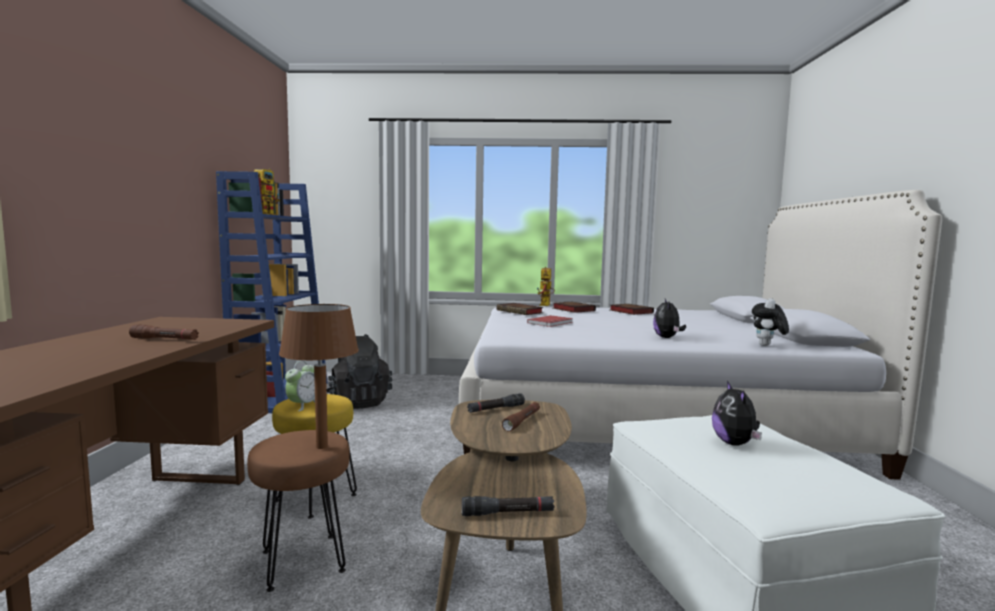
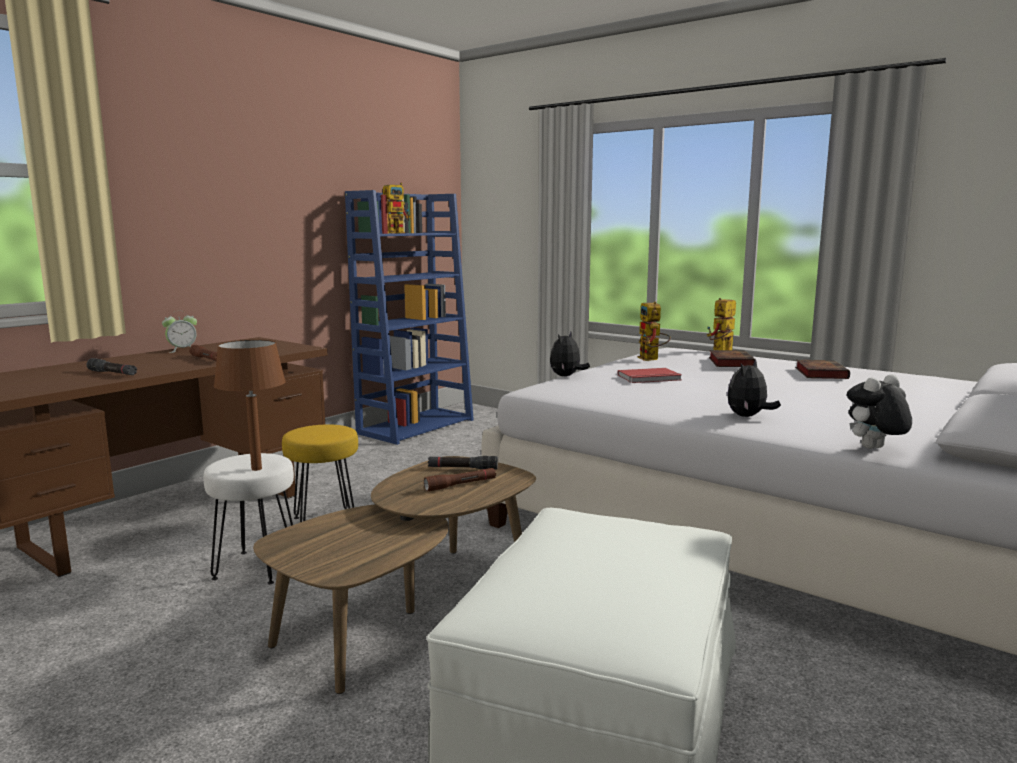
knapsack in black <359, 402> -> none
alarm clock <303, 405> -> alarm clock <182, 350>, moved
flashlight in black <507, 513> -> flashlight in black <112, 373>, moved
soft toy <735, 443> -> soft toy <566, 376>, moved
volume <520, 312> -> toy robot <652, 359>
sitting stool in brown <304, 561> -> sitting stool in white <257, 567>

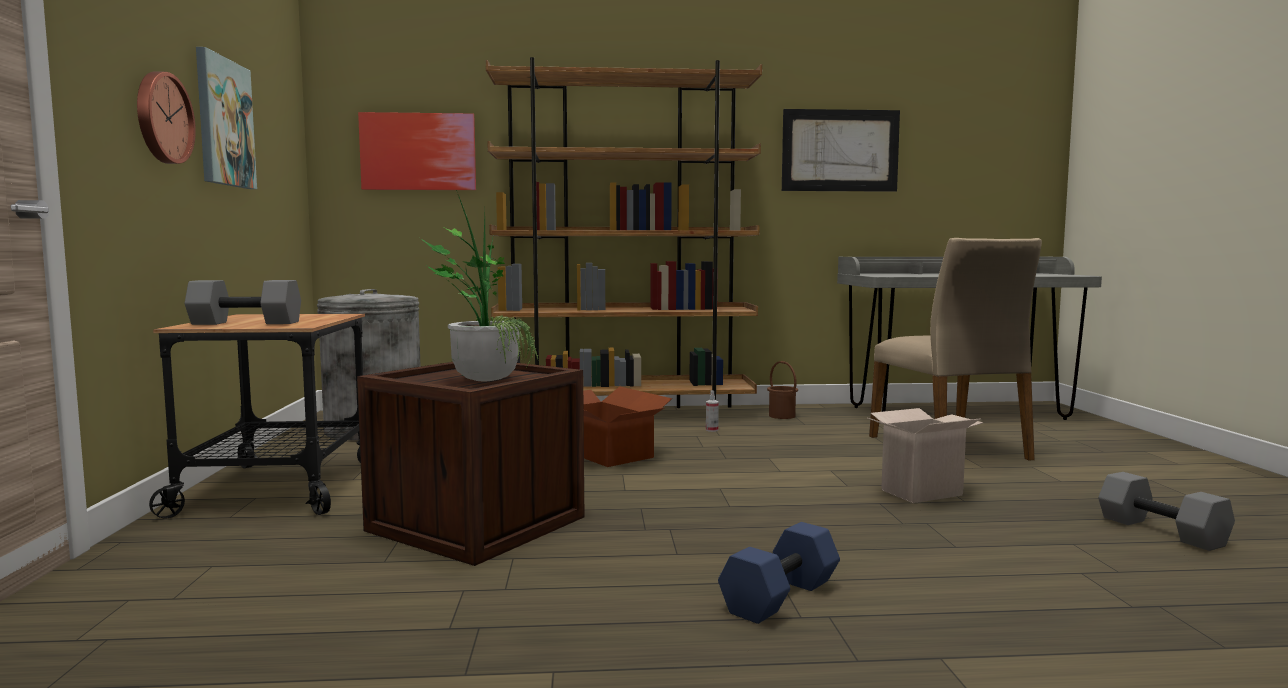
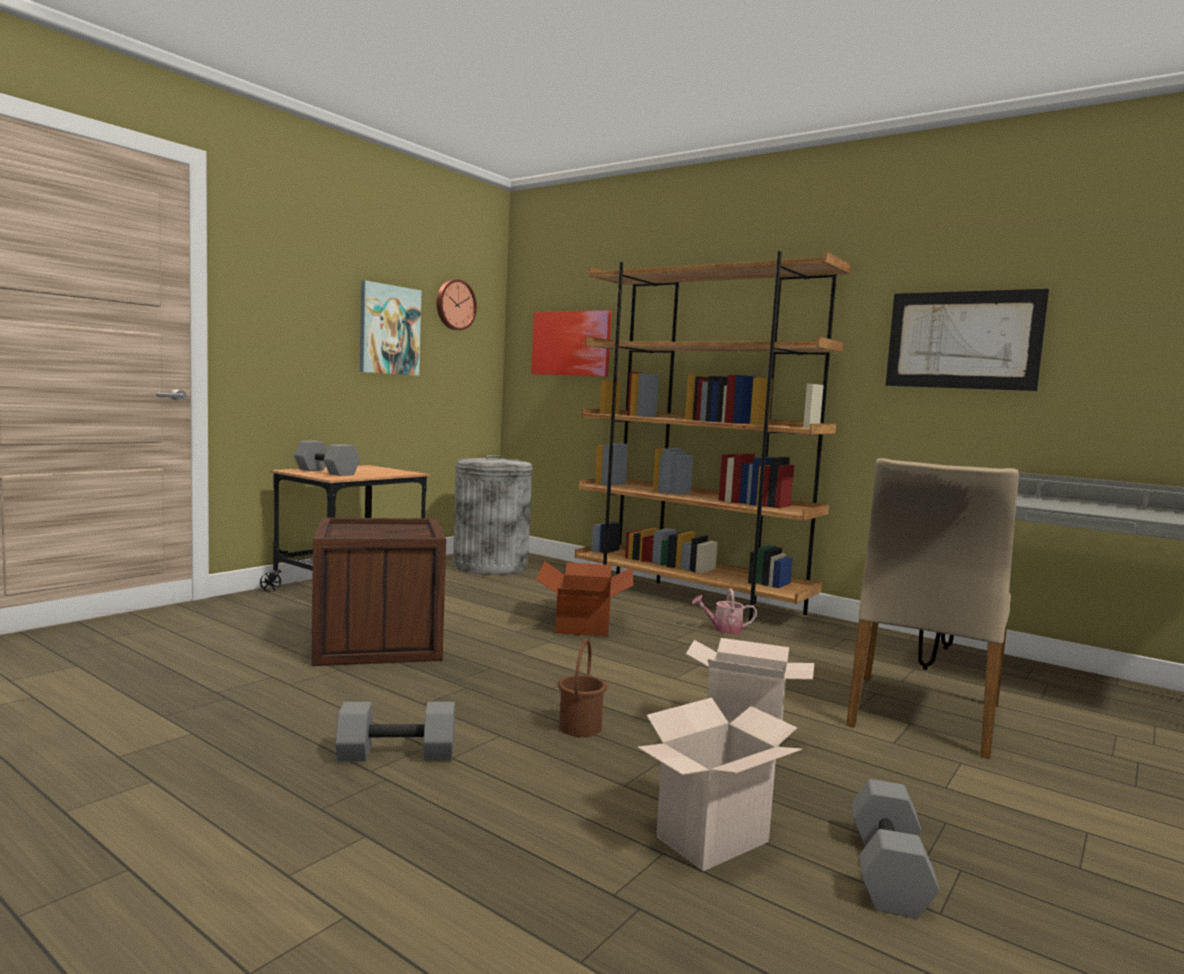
houseplant <483, 378> -> none
none -> packing box <712, 842>
hanging clock <162, 118> -> hanging clock <454, 305>, moved
water bucket in brown <782, 416> -> water bucket in brown <581, 727>, moved
hand sprayer <712, 430> -> watering can <723, 629>
dumbbell in blue <781, 598> -> dumbbell in greyish <395, 755>

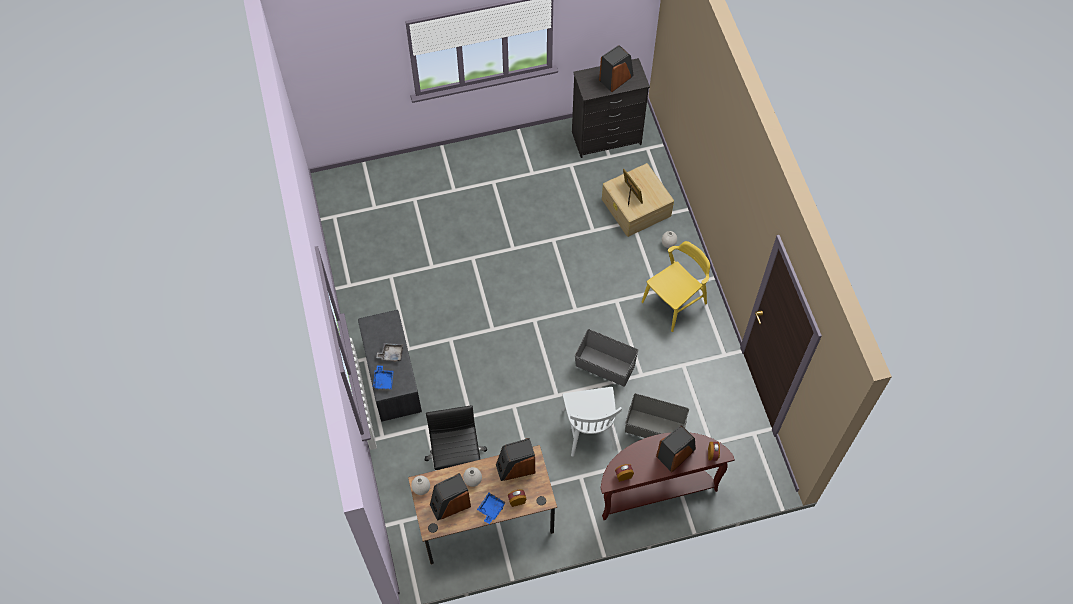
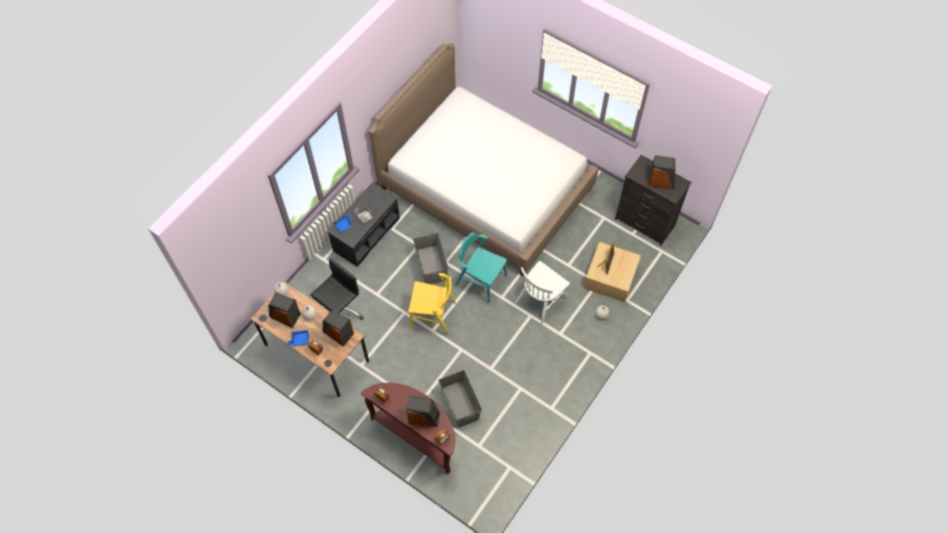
none -> bedroom bed <485, 188>
none -> plain chair in turquoise <481, 280>
plain chair in white <589, 429> -> plain chair in white <541, 299>, moved
storage box in greyish <605, 366> -> storage box in greyish <431, 265>, moved
plain chair in yellow-coloured <674, 303> -> plain chair in yellow-coloured <433, 315>, moved

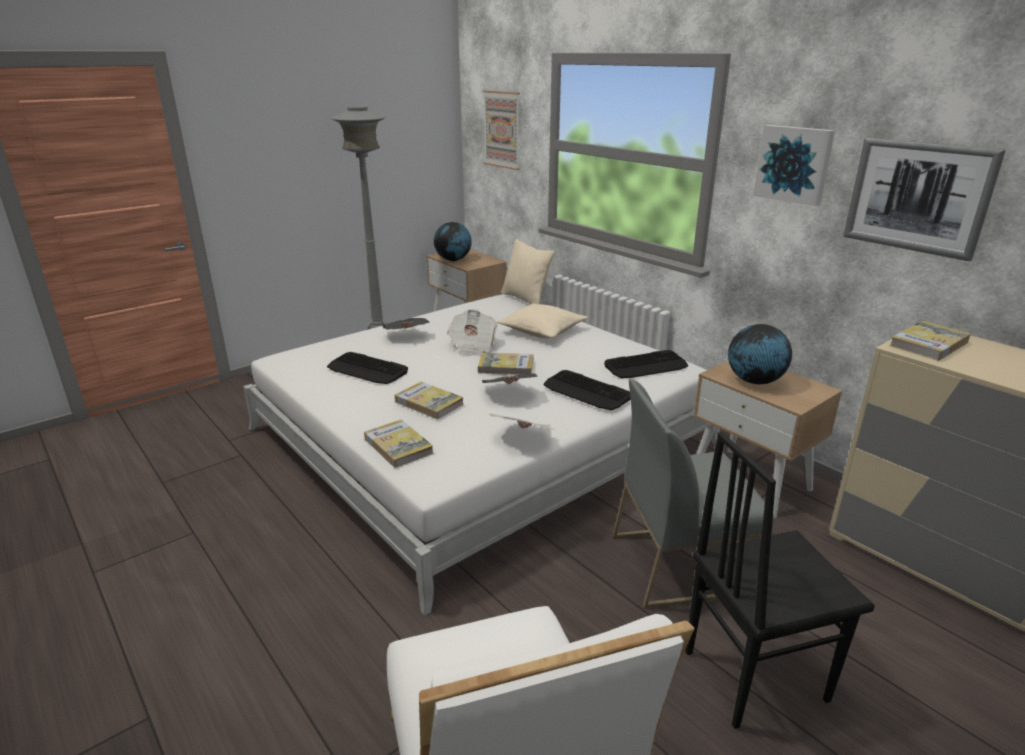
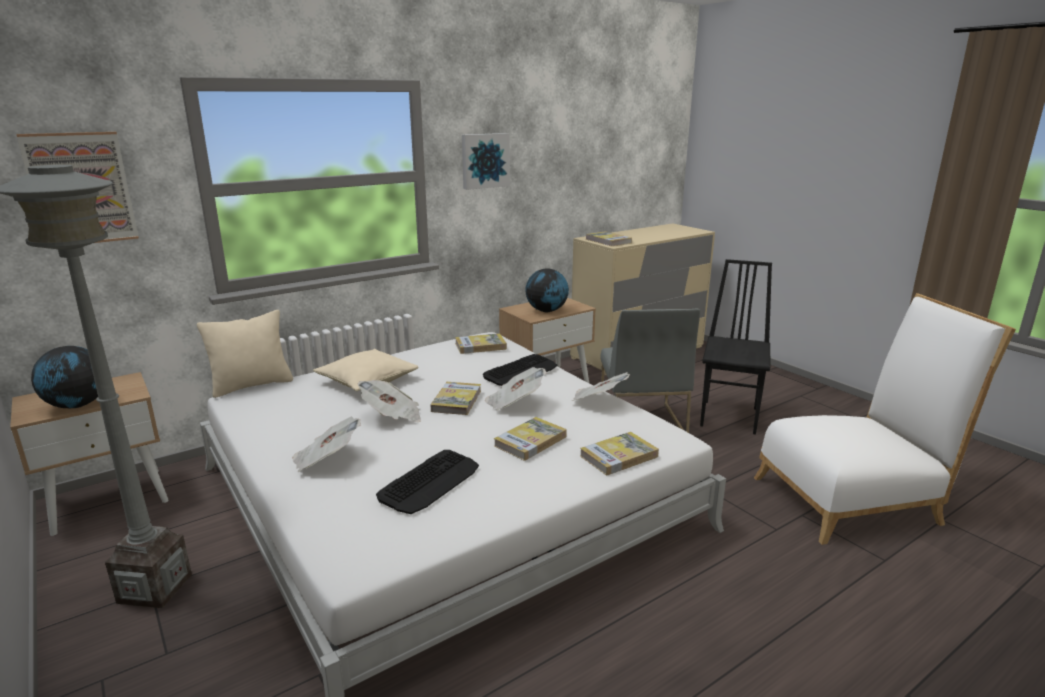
wall picture <917, 197> -> none
computer keyboard <646, 366> -> volume <480, 346>
plain chair in black <752, 674> -> plain chair in black <730, 417>, 150 degrees counterclockwise

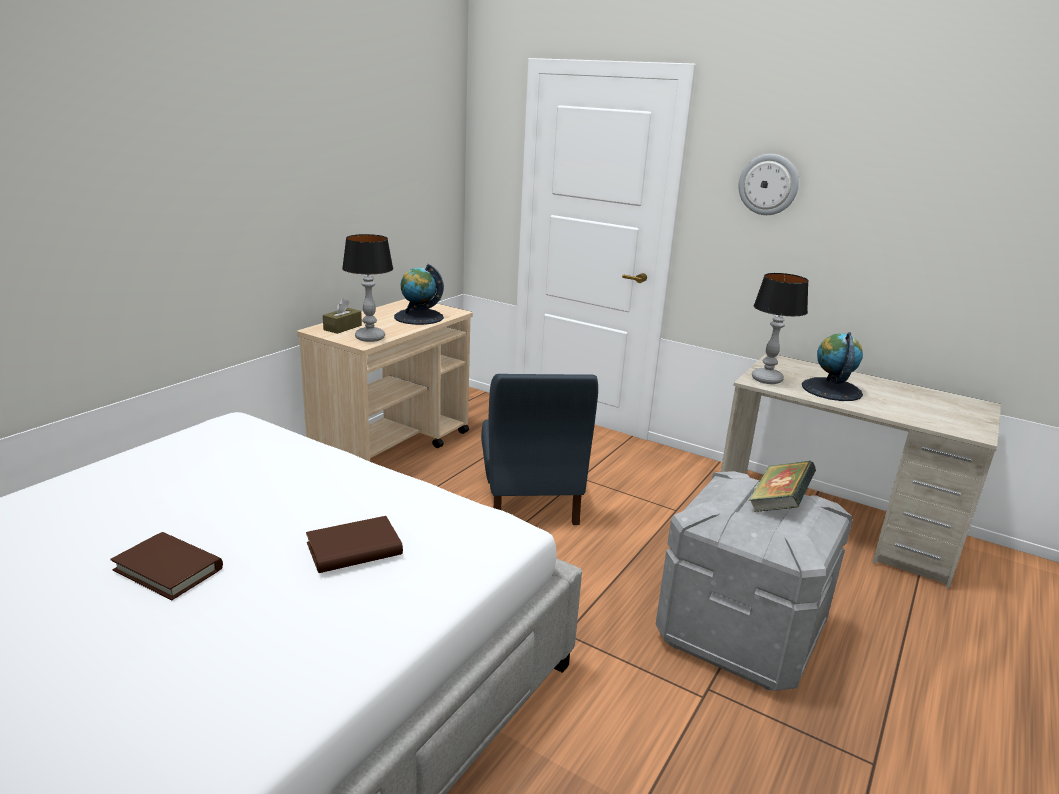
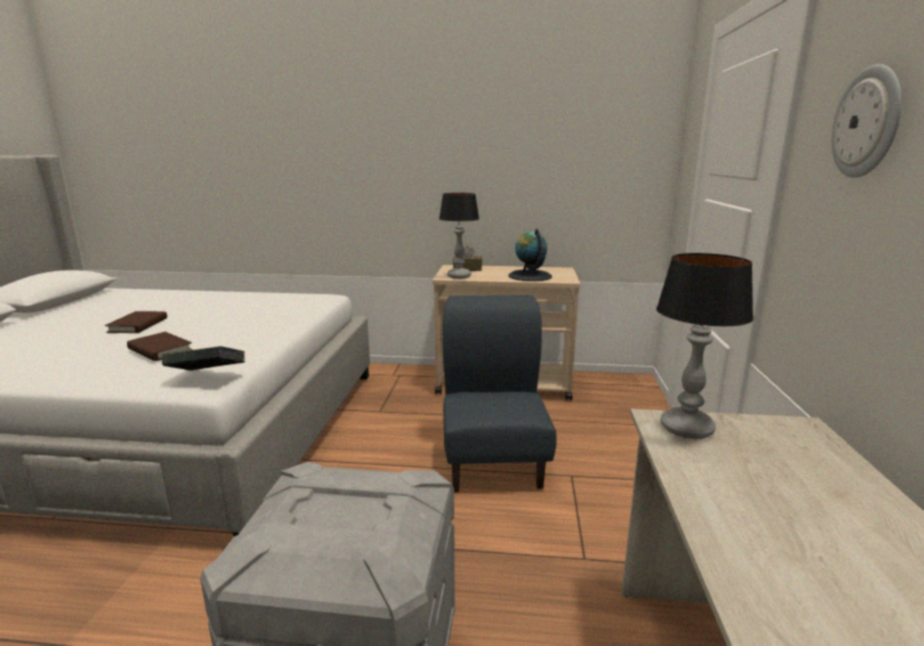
globe <831, 389> -> none
volume <778, 505> -> volume <207, 377>, moved
plain chair in blue <530, 501> -> plain chair in blue <494, 461>, 120 degrees clockwise

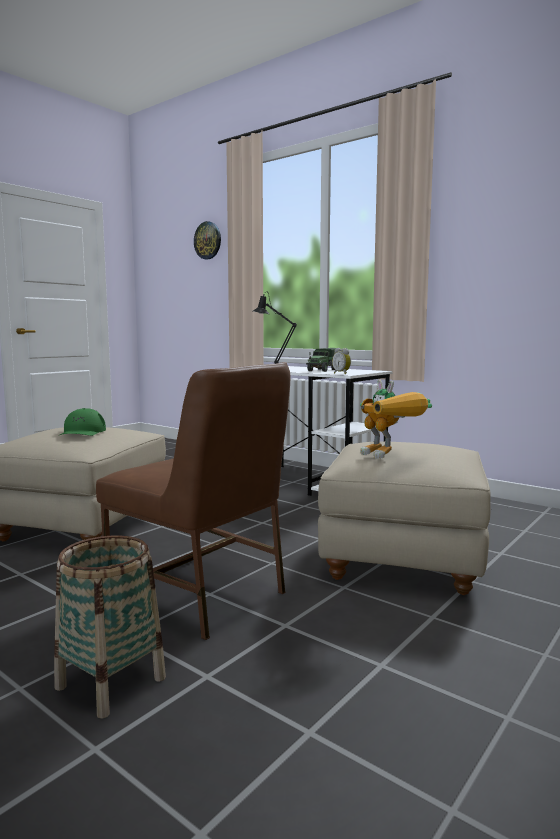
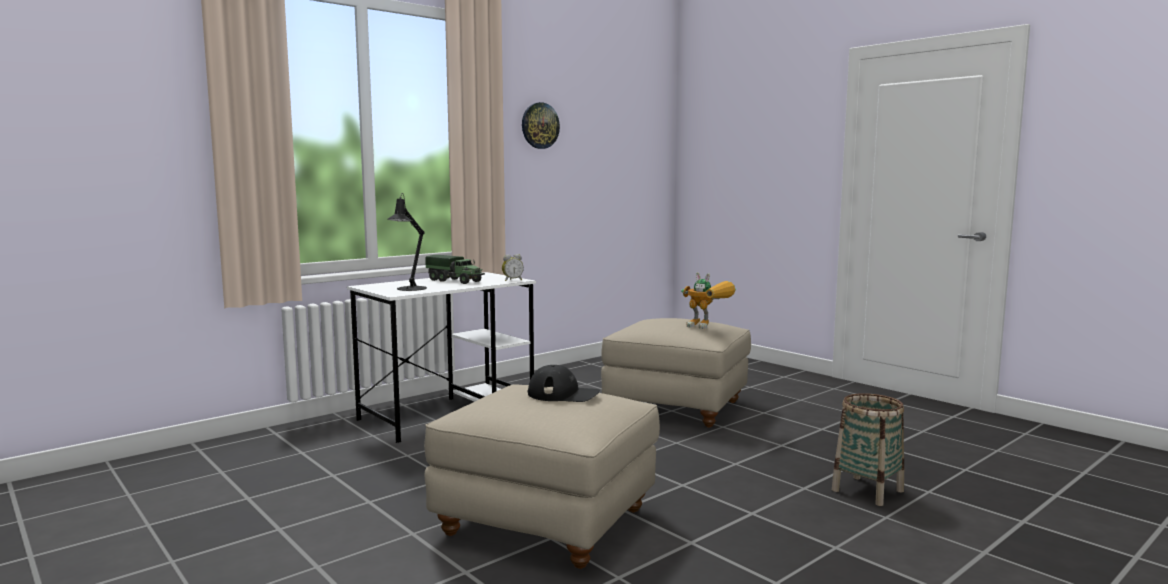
plain chair in brown <200, 595> -> none
hanging clock <208, 240> -> hanging clock <540, 125>, moved
cap in green-coloured <82, 432> -> cap in black <563, 394>
toy robot <390, 456> -> toy robot <709, 327>, 60 degrees clockwise

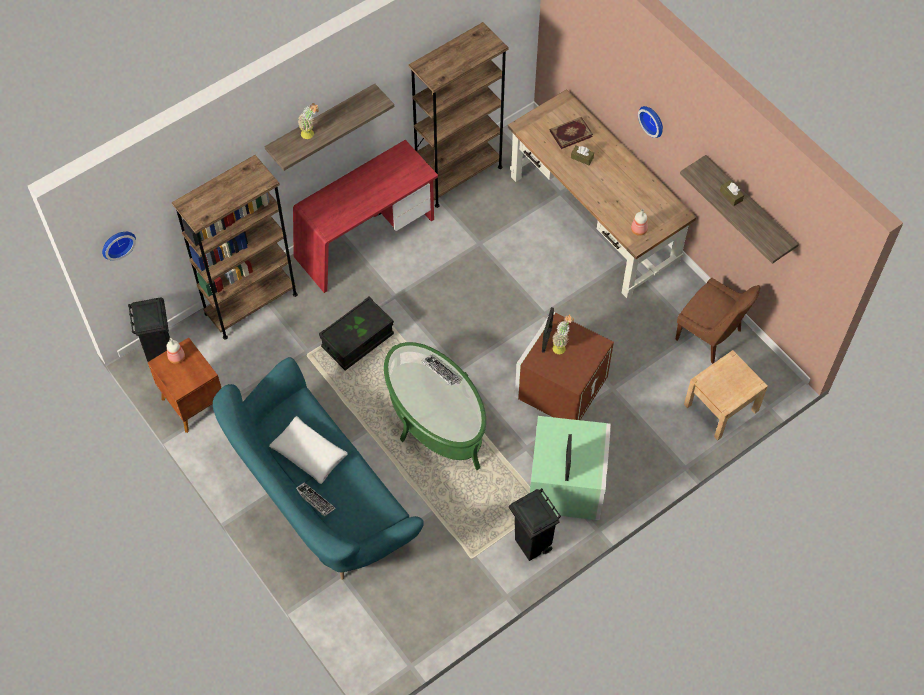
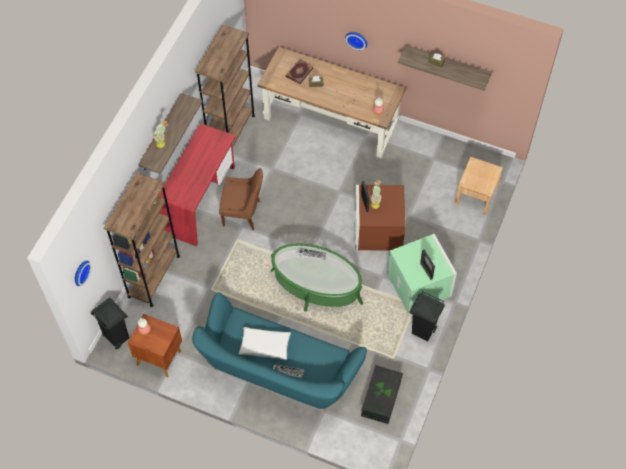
storage box in black <357, 341> -> storage box in black <381, 398>, moved
plain chair in brown <710, 336> -> plain chair in brown <243, 213>, moved

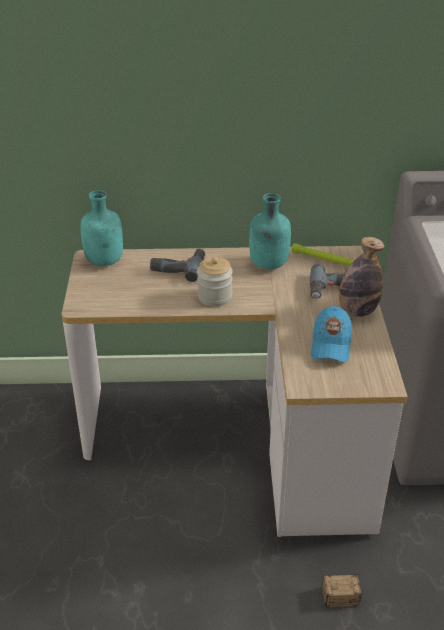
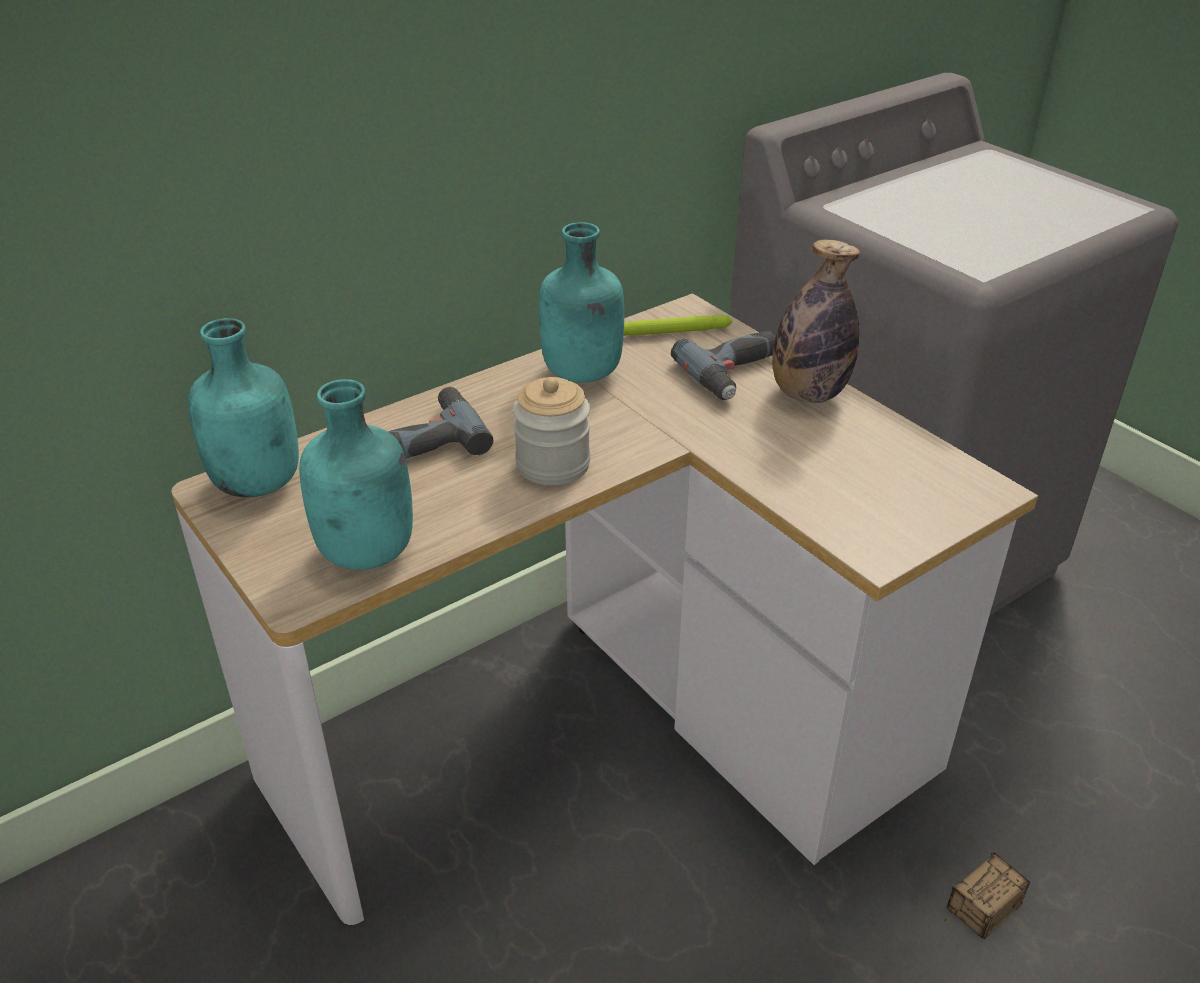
cap in blue <331, 344> -> none
none -> drink bottle in turquoise <369, 553>

